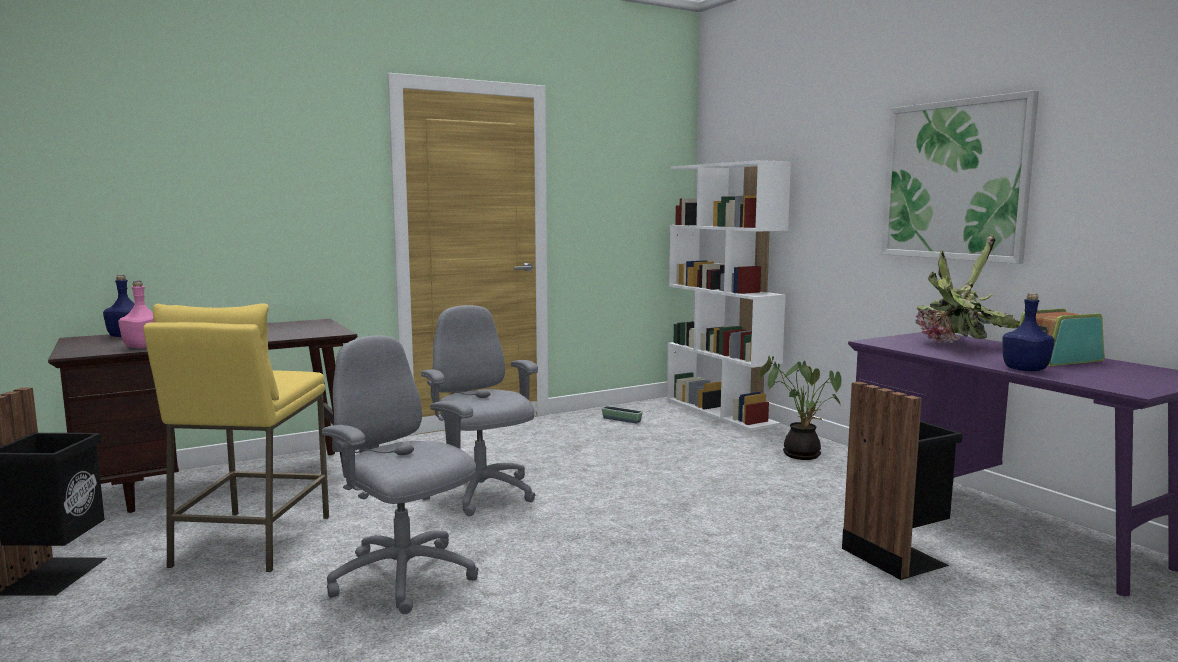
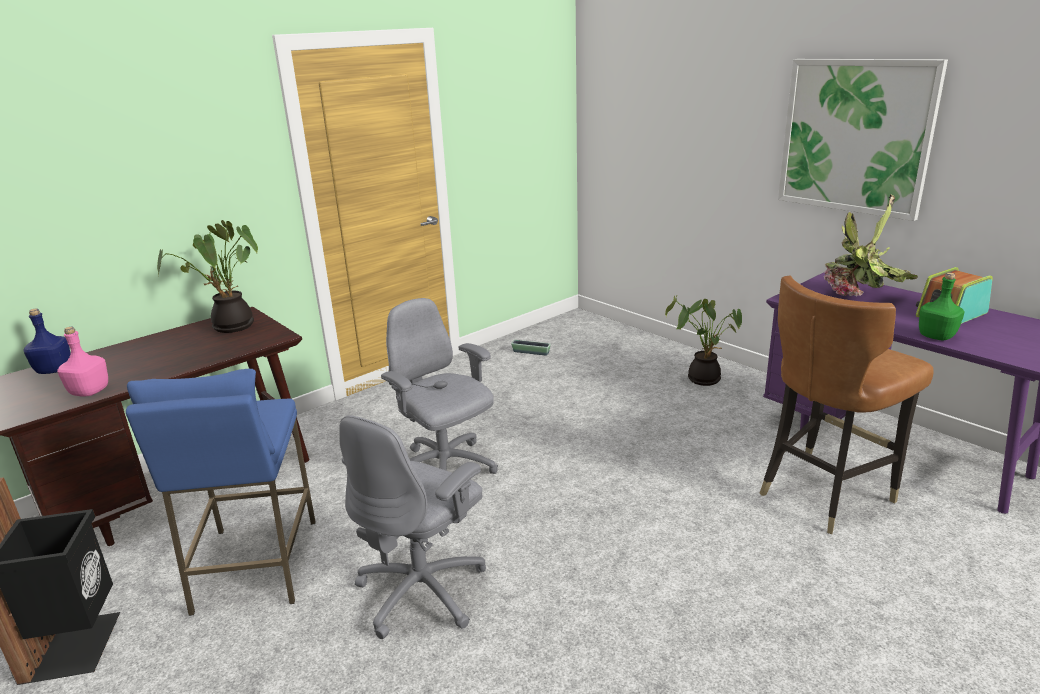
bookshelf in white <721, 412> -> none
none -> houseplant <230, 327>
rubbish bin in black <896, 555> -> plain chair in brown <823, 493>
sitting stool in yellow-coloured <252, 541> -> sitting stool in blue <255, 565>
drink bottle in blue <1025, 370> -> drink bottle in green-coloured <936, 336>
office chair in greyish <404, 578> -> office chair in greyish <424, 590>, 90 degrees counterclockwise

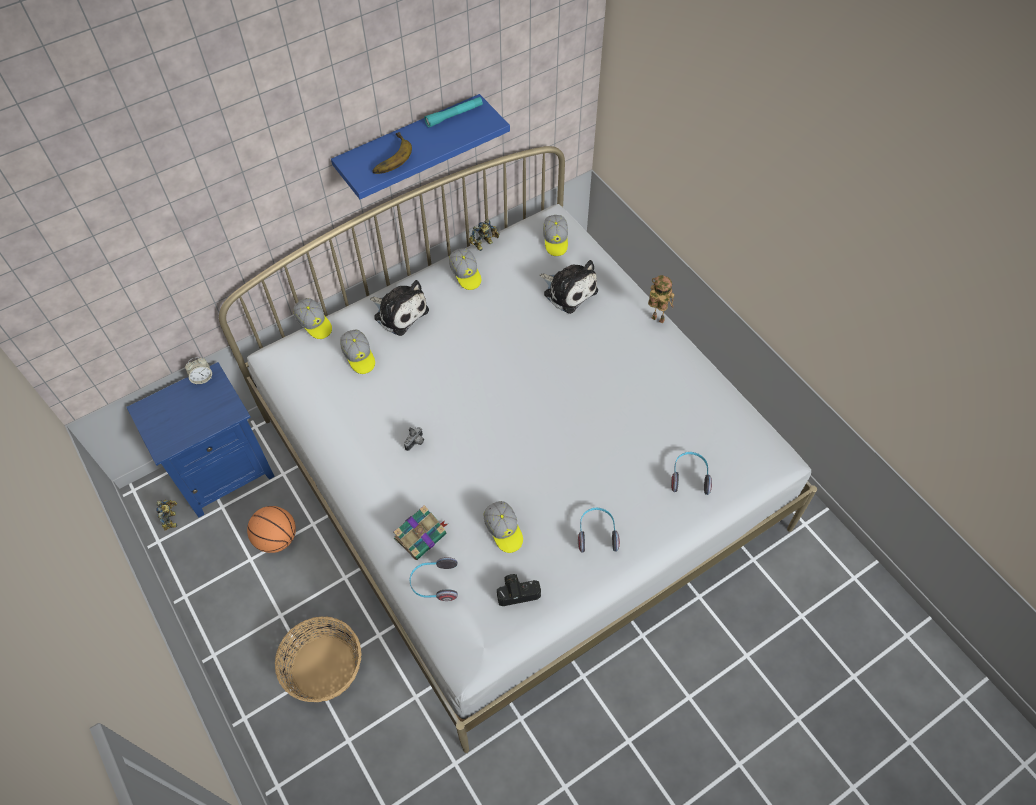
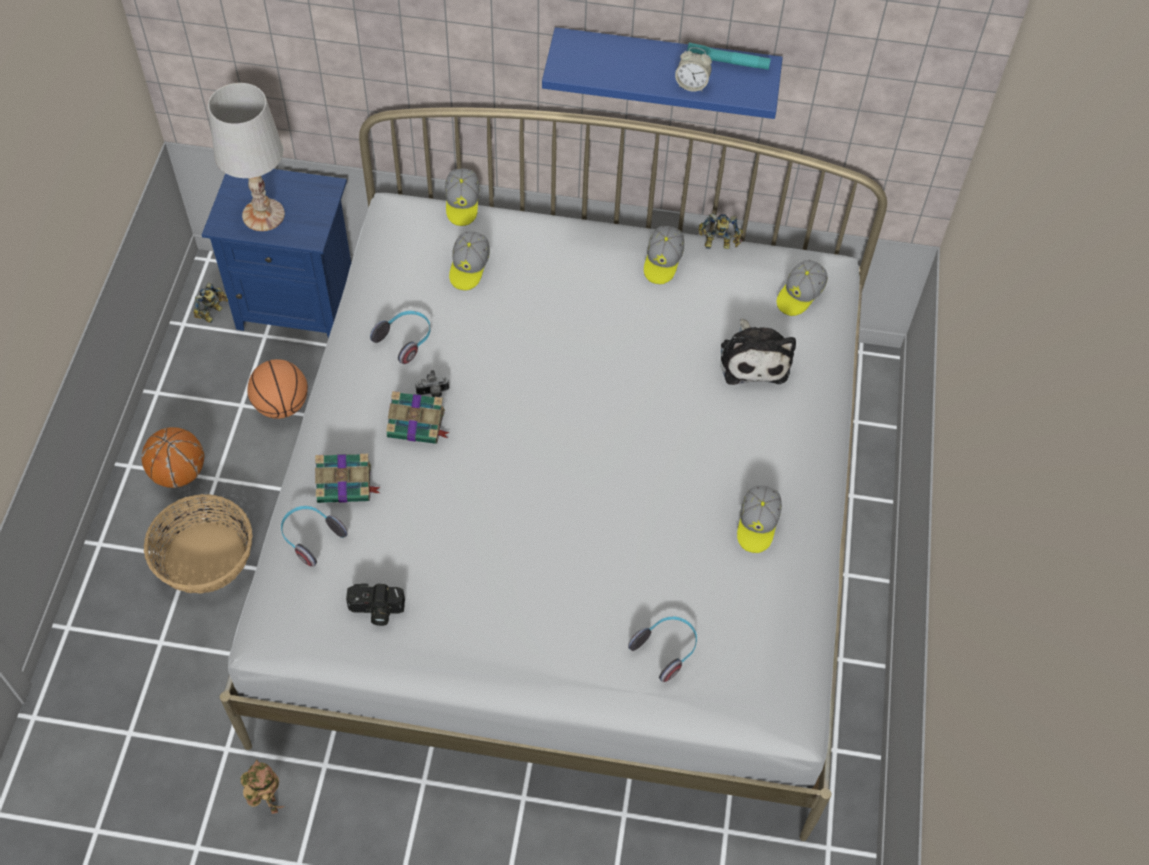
soft toy <399, 312> -> none
banana <389, 157> -> none
none -> basketball <179, 473>
none -> tabletop lamp in white <264, 215>
none -> volume <417, 424>
alarm clock <202, 378> -> alarm clock <691, 85>, moved
cap <503, 530> -> cap <757, 524>, moved
headset <597, 533> -> headset <405, 340>, moved
toy robot <656, 320> -> toy robot <270, 804>, moved
still camera <518, 591> -> still camera <376, 611>, 150 degrees clockwise

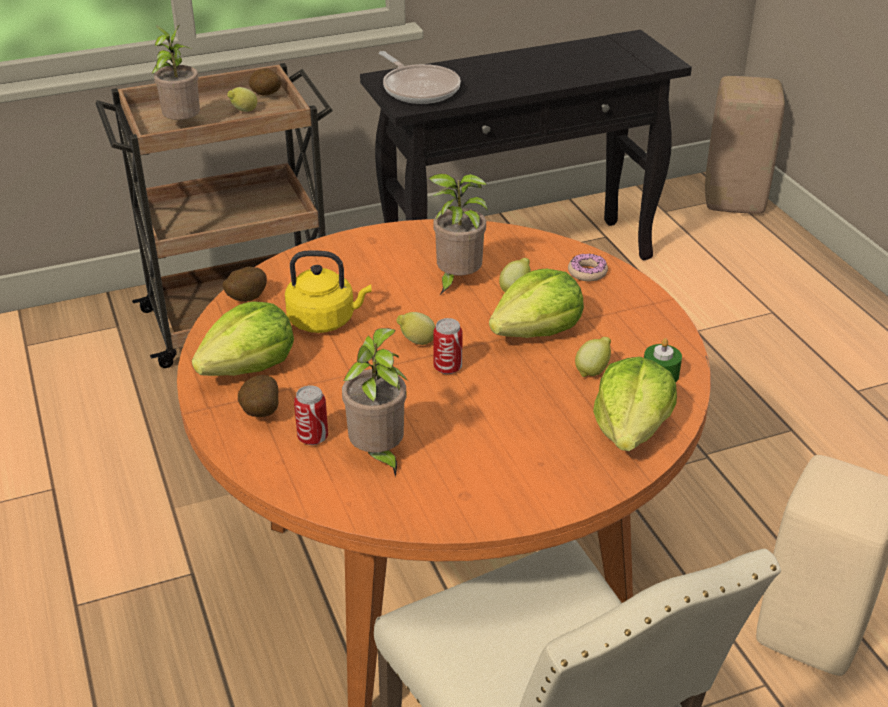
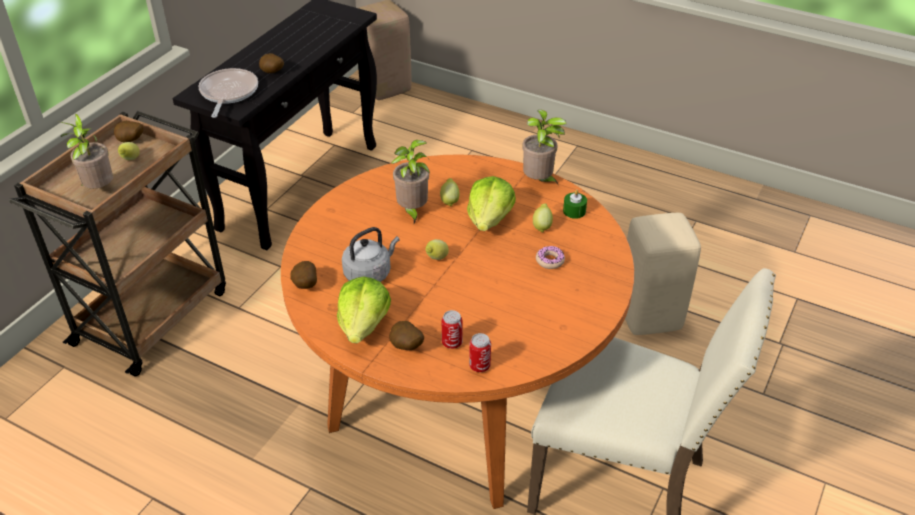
lettuce head <631, 429> -> none
none -> whole potato <272, 73>
houseplant <378, 456> -> houseplant <539, 182>, moved
sealed can <447, 368> -> sealed can <479, 366>, moved
doughnut <587, 272> -> doughnut <550, 261>, moved
tea kettle in yellow-coloured <325, 320> -> tea kettle in greyish <369, 273>
pan <419, 89> -> pan <228, 93>, 105 degrees counterclockwise

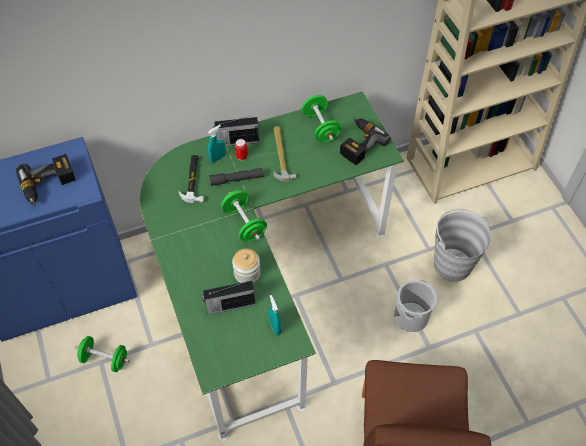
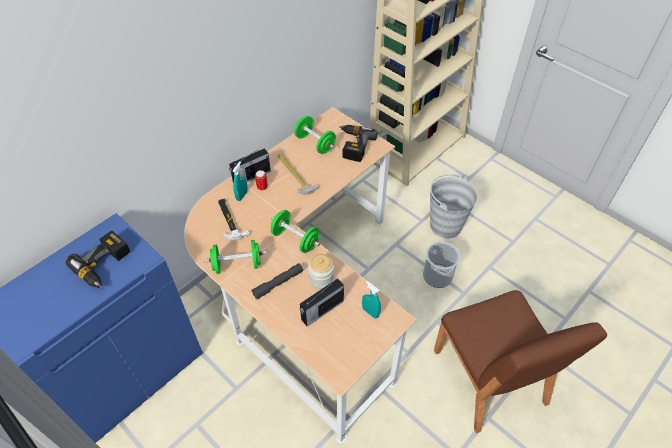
dumbbell in green-coloured <105, 359> -> dumbbell in green-coloured <237, 264>, moved
flashlight in greyish <236, 179> -> flashlight in greyish <278, 283>, moved
desk in green-coloured <260, 281> -> desk in beige-coloured <304, 296>

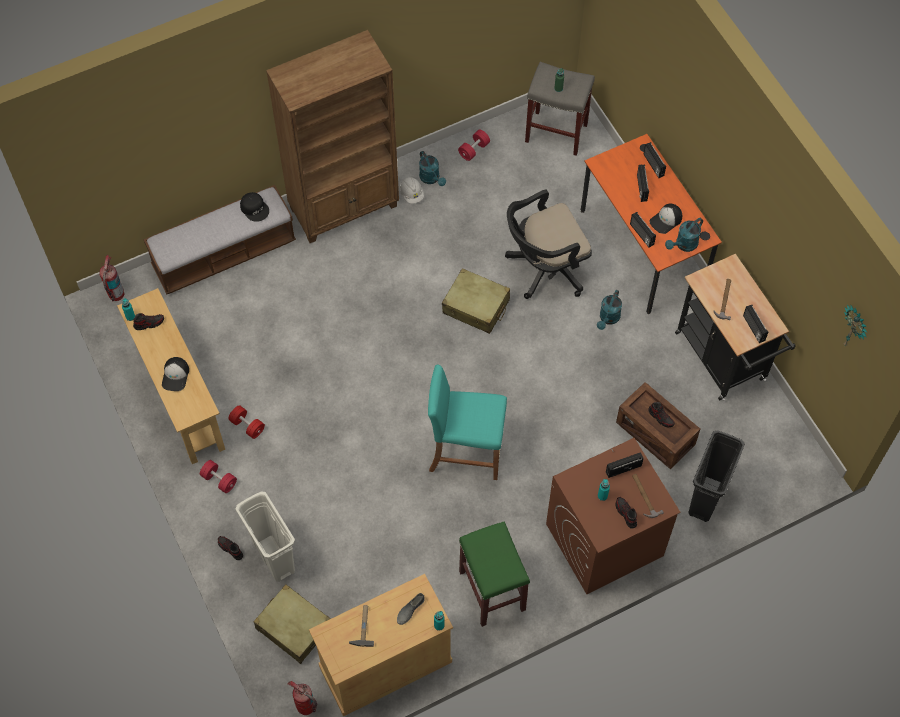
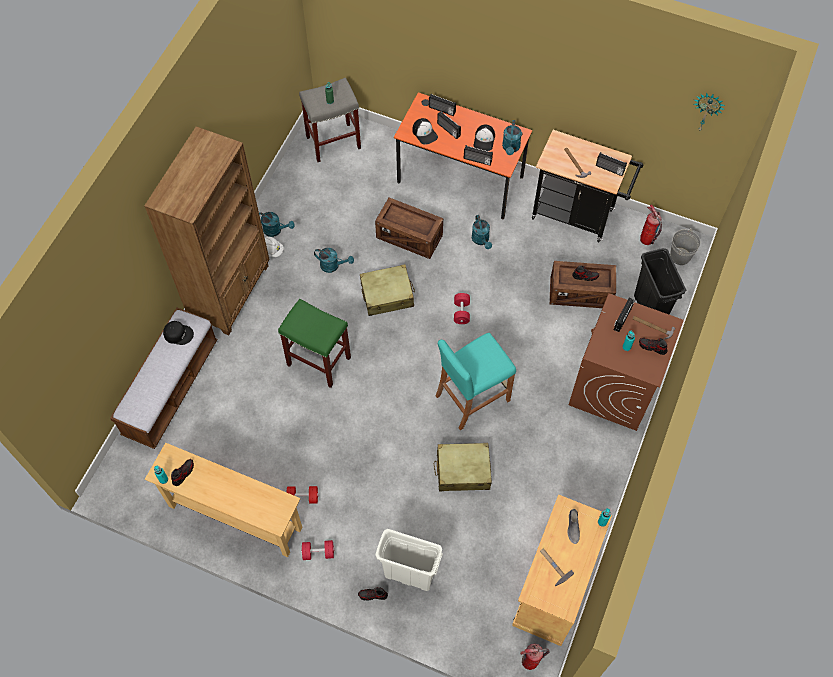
none -> watering can in turquoise <333, 266>
none -> water bucket in greyish <680, 256>
extinguisher <116, 294> -> extinguisher <646, 240>, moved
cap <176, 376> -> cap <425, 133>, moved
piece of luggage in beige-coloured <293, 627> -> piece of luggage in beige-coloured <462, 470>, moved
dumbbell in red <474, 150> -> dumbbell in red <461, 312>, moved
sitting stool in green-coloured <493, 591> -> sitting stool in green-coloured <320, 361>, moved
office chair in black <544, 268> -> packing crate <409, 237>

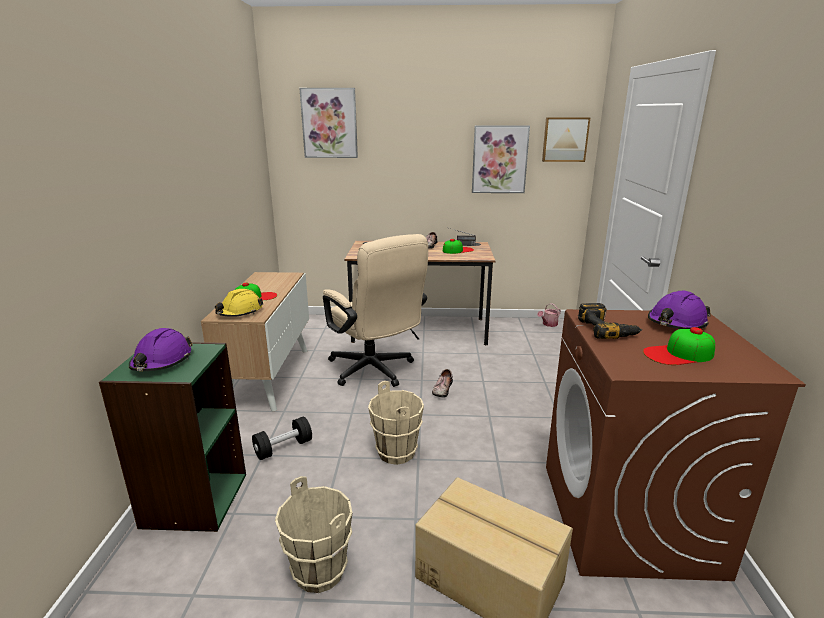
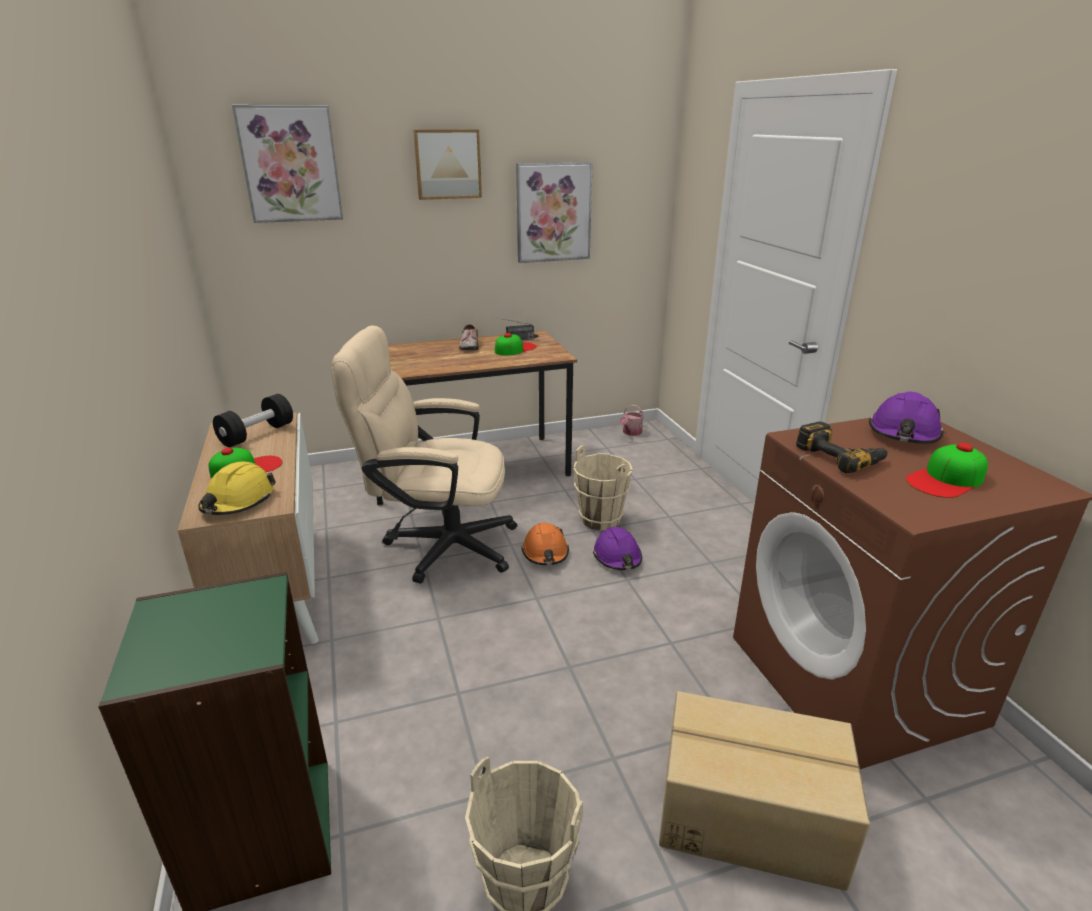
work helmet in purple <162, 361> -> work helmet in purple <617, 557>, moved
dumbbell in black <283, 448> -> dumbbell in black <257, 434>, moved
water bucket in beige-coloured <397, 452> -> water bucket in beige-coloured <600, 519>, moved
wall picture <565, 139> -> wall picture <447, 164>, moved
low shoe <442, 389> -> work helmet in orange <545, 553>
office chair in beige-coloured <375, 371> -> office chair in beige-coloured <438, 545>, 150 degrees clockwise

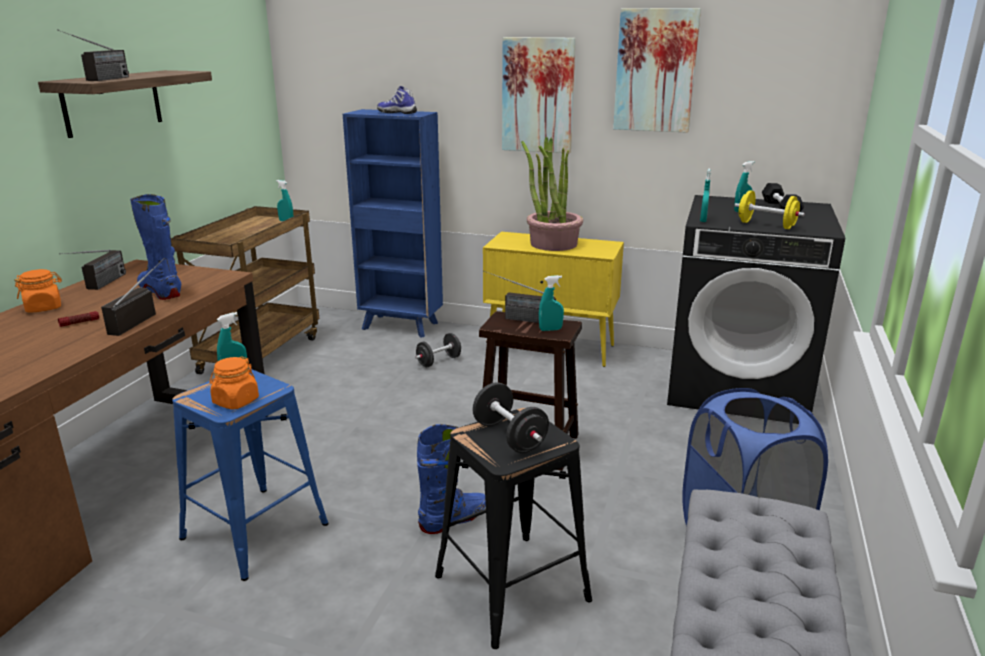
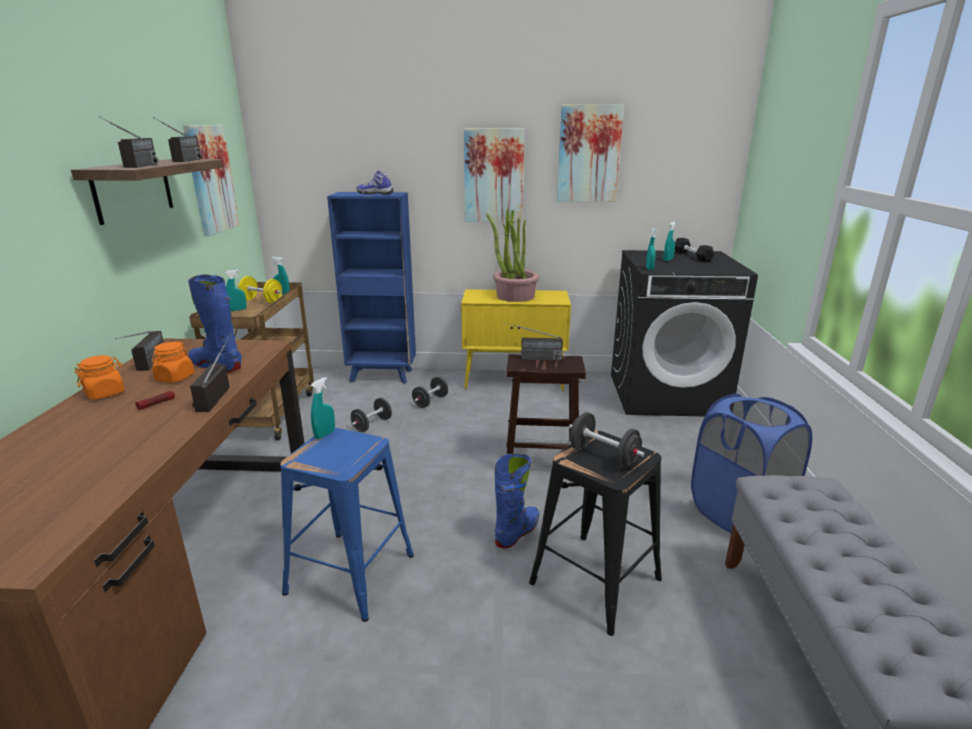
none -> radio set <183, 161>
none -> wall picture <210, 179>
none -> dumbbell in black <372, 425>
storage jar in orange <236, 401> -> storage jar in orange <175, 378>, moved
hand sprayer in turquoise <550, 329> -> hand sprayer in turquoise <238, 310>, moved
dumbbell in yellow-coloured <766, 225> -> dumbbell in yellow-coloured <262, 301>, moved

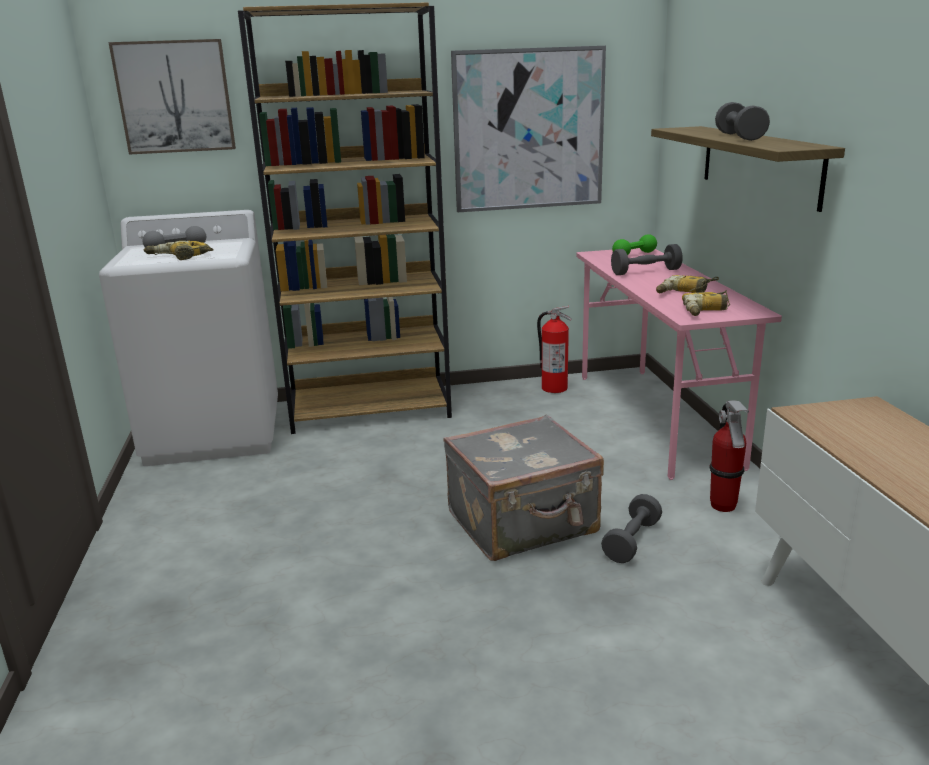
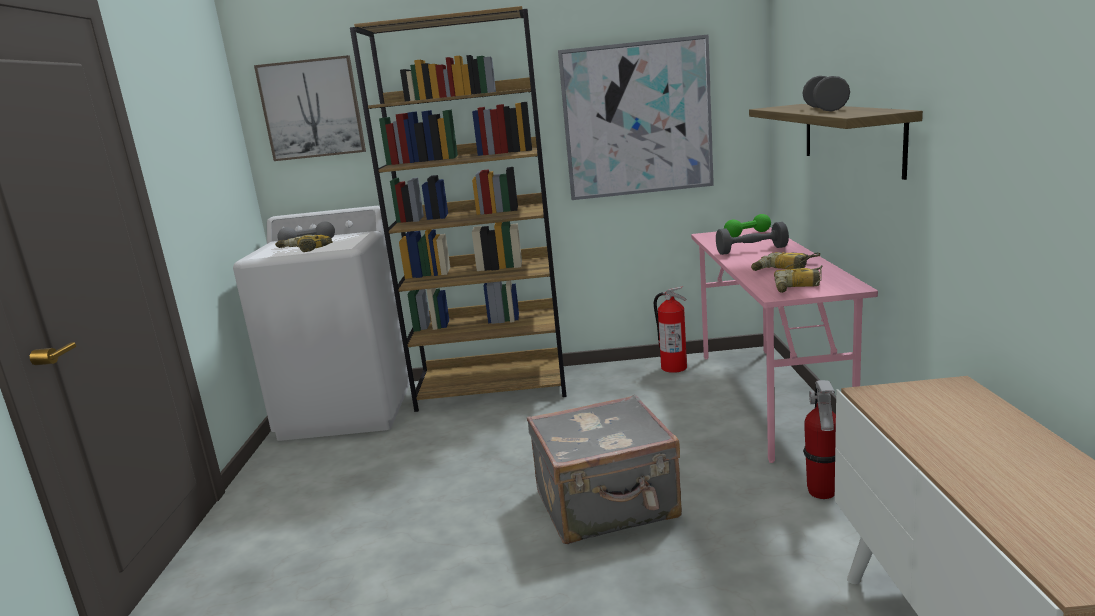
dumbbell in greyish <631, 541> -> none

